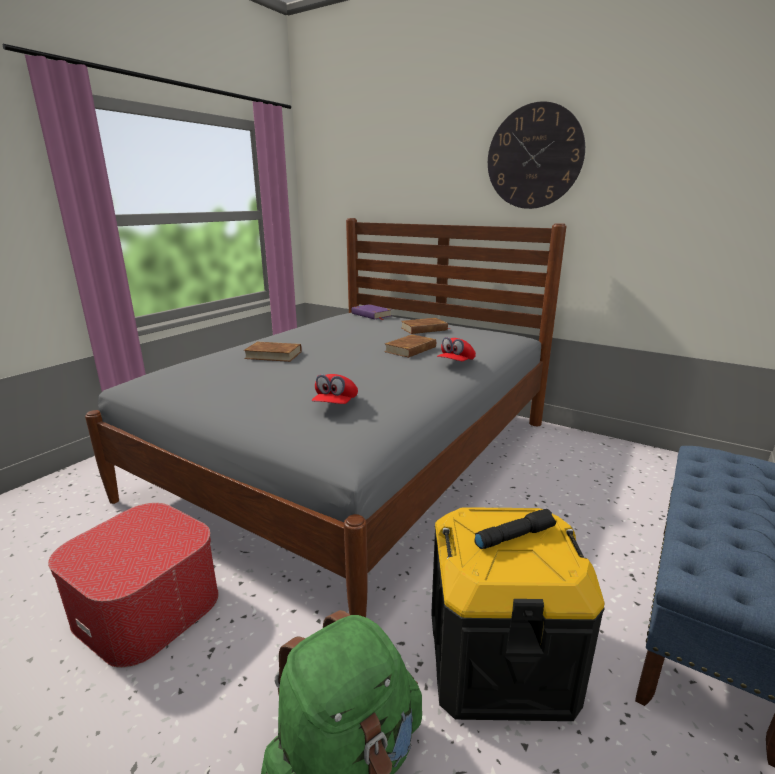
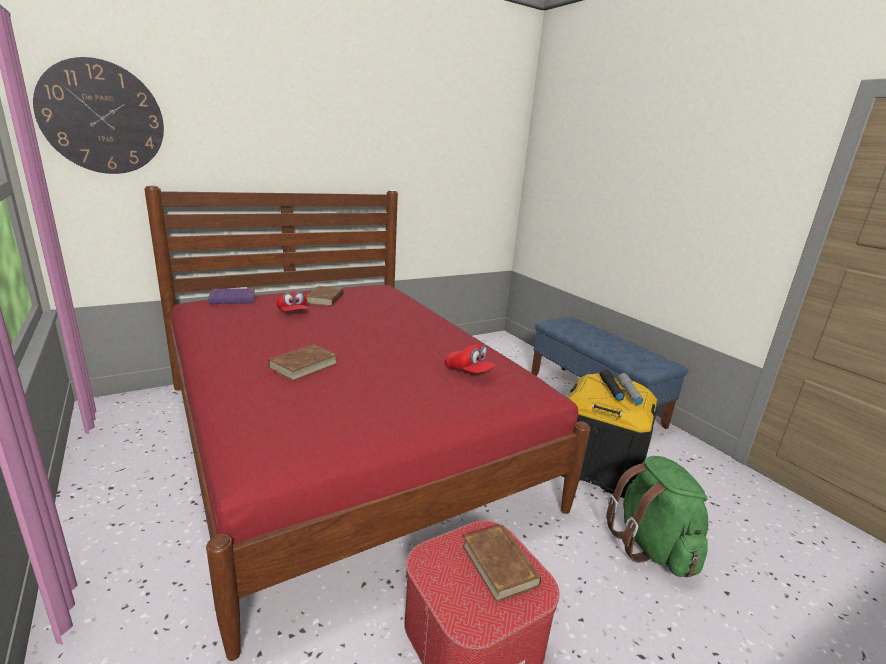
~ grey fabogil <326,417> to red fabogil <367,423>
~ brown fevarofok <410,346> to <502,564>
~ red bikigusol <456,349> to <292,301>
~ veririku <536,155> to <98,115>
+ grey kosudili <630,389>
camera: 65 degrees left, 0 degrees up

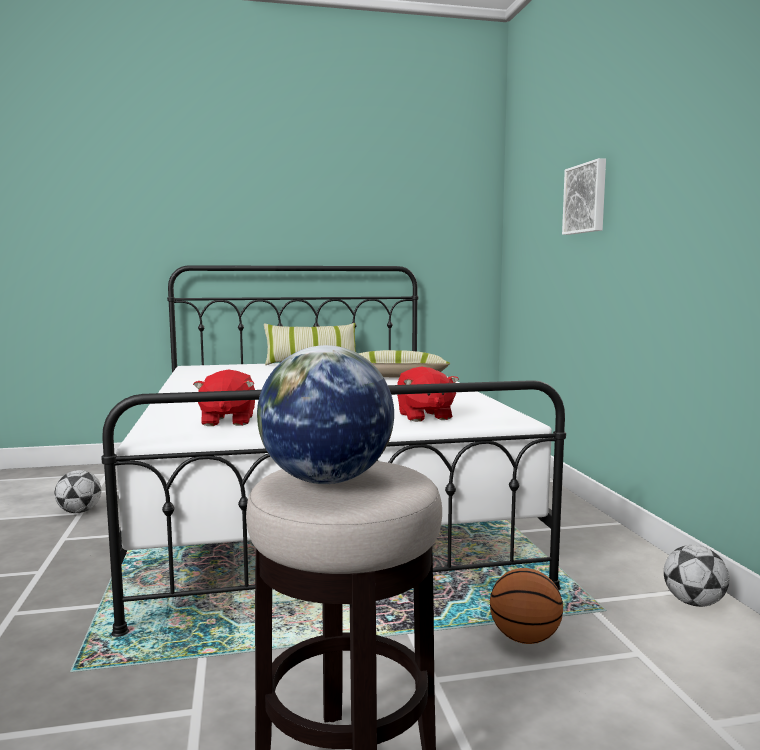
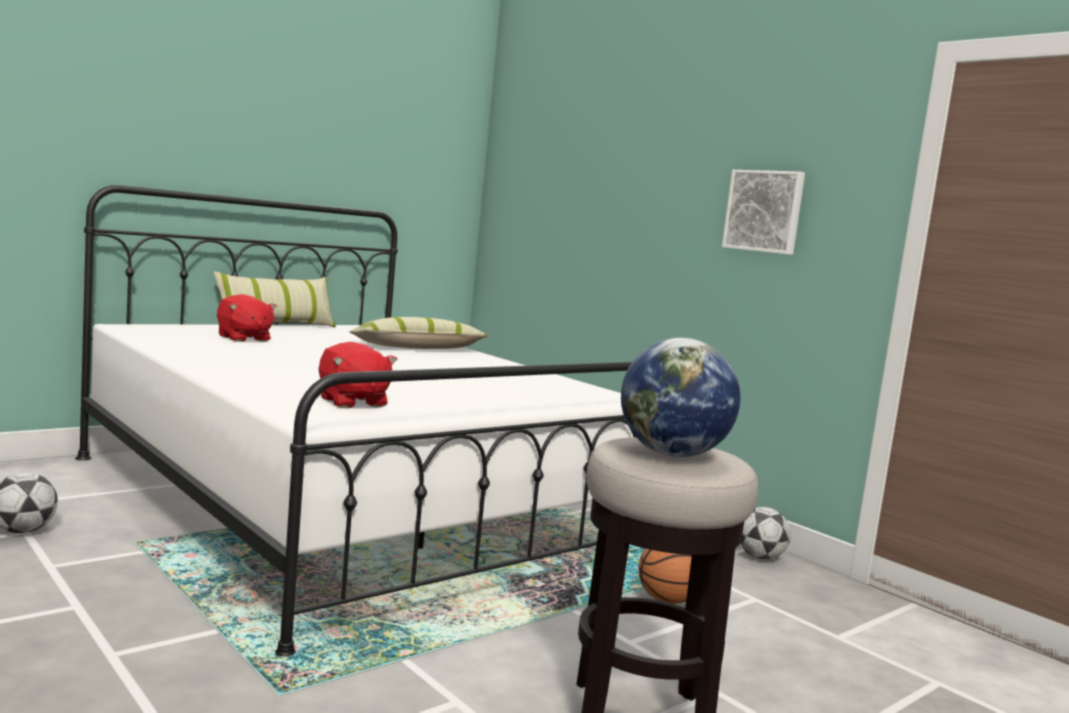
~ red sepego <428,394> to <247,318>
~ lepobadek <584,196> to <763,212>
camera: 30 degrees left, 0 degrees up

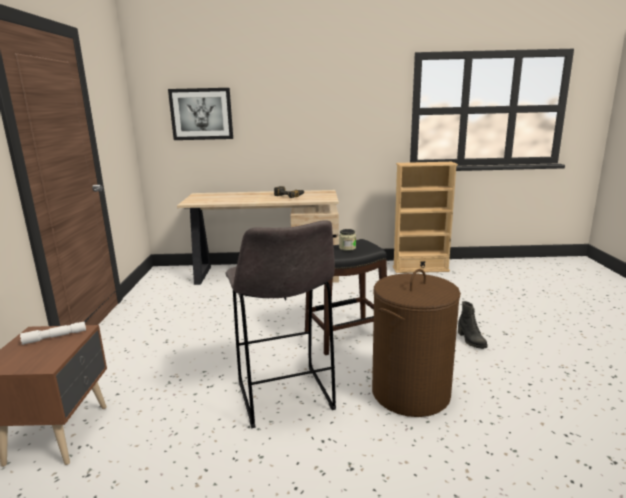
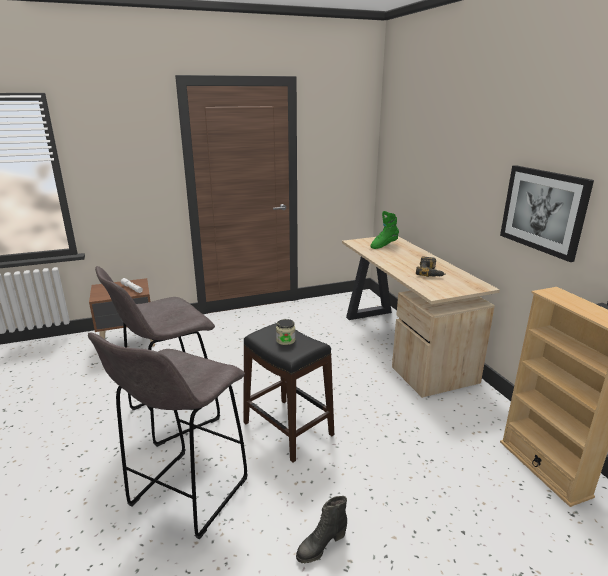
~ lepobadek <200,114> to <547,213>
~ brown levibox <416,343> to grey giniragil <168,435>
+ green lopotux <384,230>
camera: 70 degrees right, 5 degrees up

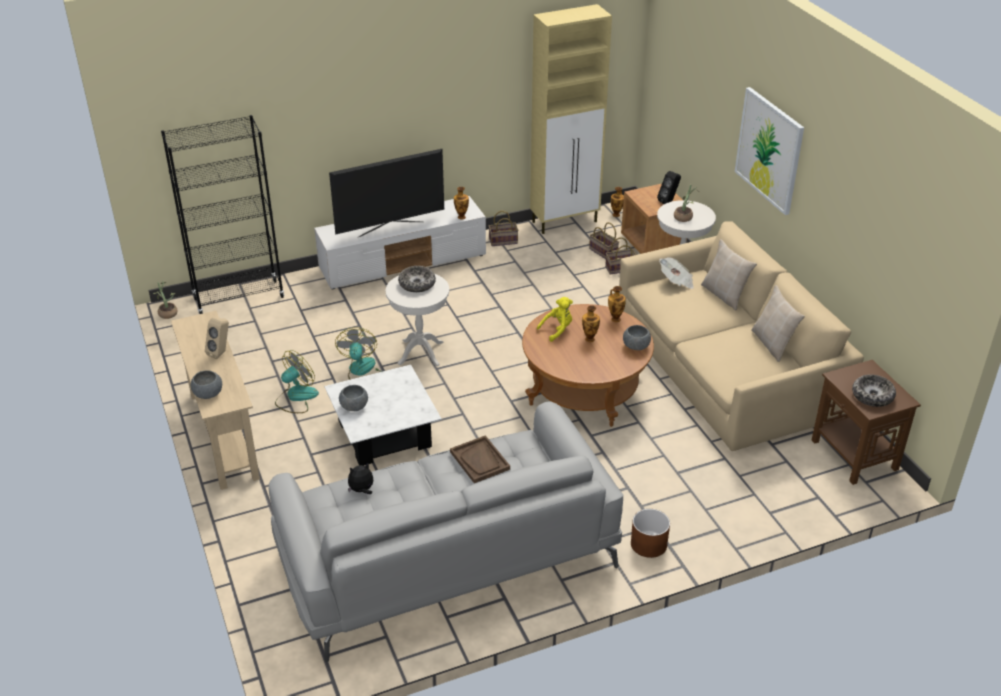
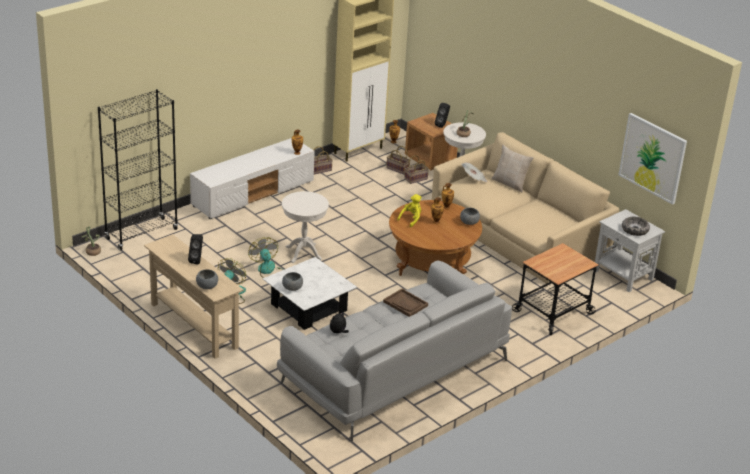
~ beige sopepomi <217,338> to black sopepomi <195,249>
- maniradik <386,193>
- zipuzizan <417,279>
- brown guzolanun <650,533>
~ lepobadek <769,151> to <653,159>
- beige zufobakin <778,323>
~ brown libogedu <866,422> to white libogedu <630,250>
+ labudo <555,289>
camera: 20 degrees left, 5 degrees down

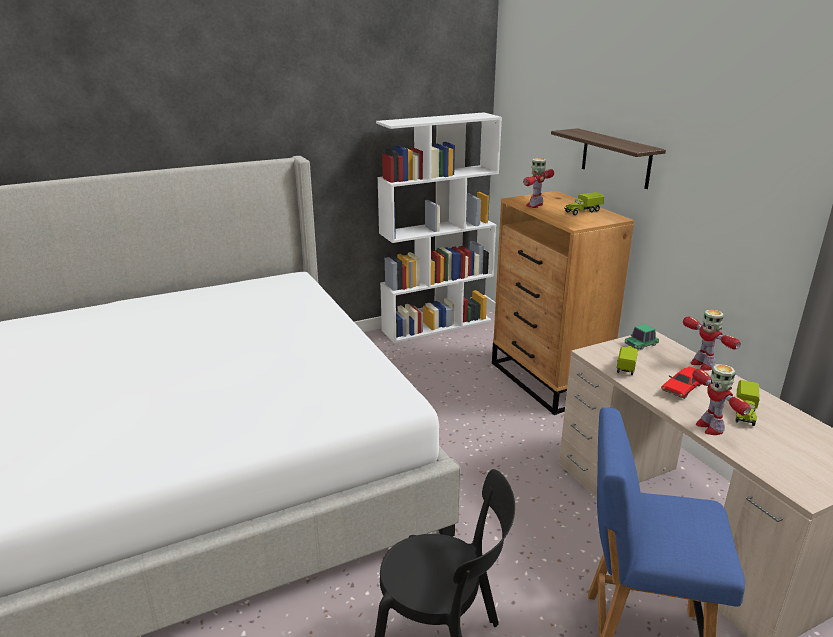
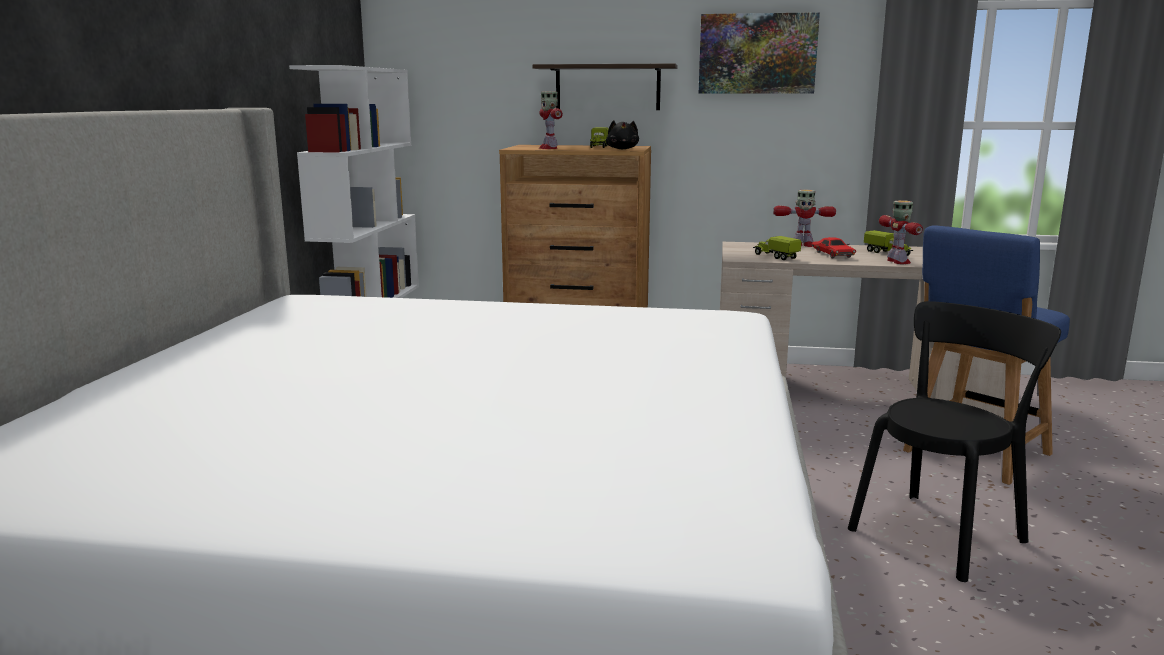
- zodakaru <642,337>
~ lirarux <721,399> = <901,232> 120 degrees counterclockwise
+ black sepego <622,134>
+ lepobadek <759,53>
camera: 55 degrees left, 10 degrees down

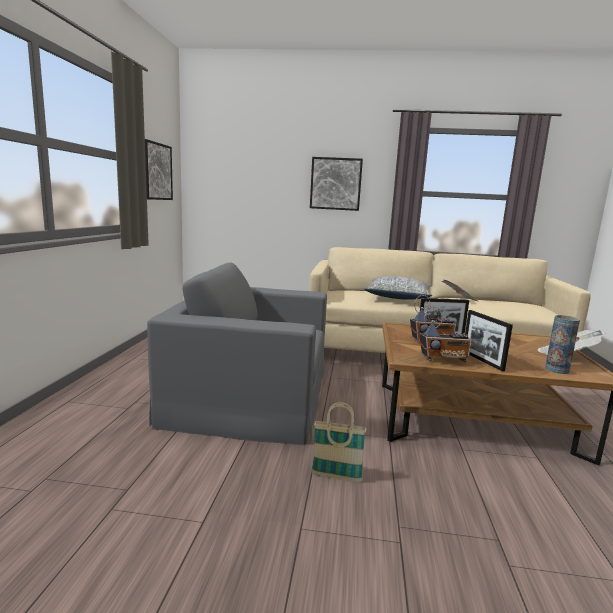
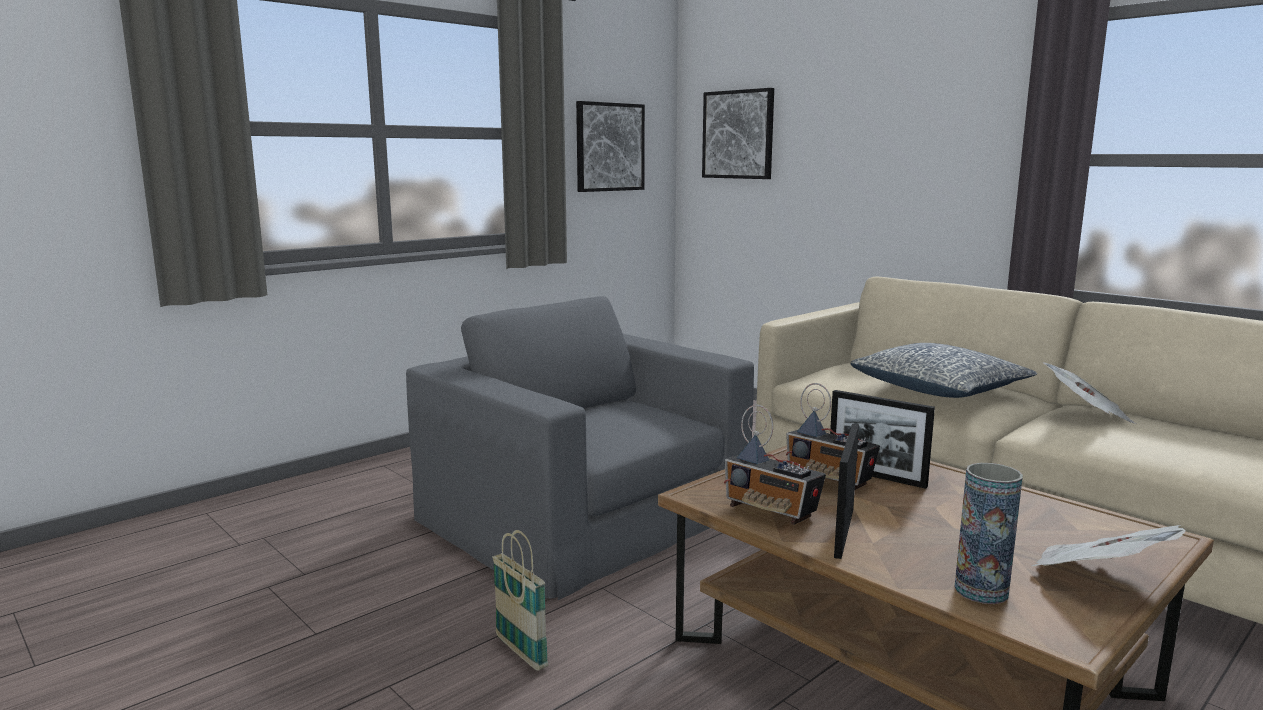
~ lepobadek <336,184> to <738,133>
camera: 40 degrees right, 0 degrees up

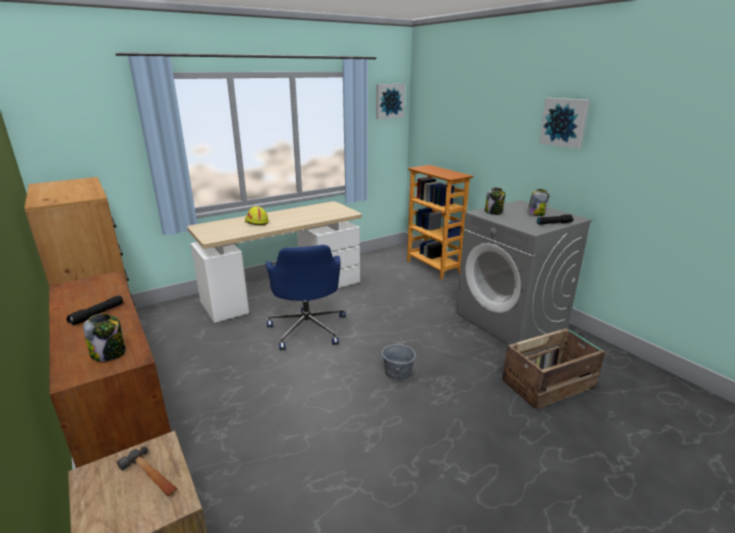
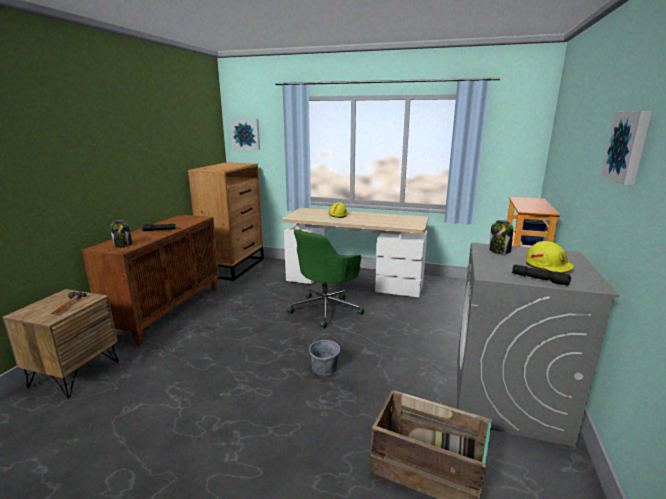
~ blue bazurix <305,297> to green bazurix <325,278>
~ lepobadek <390,101> to <245,134>
~ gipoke <539,202> to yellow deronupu <550,257>
camera: 50 degrees right, 5 degrees down

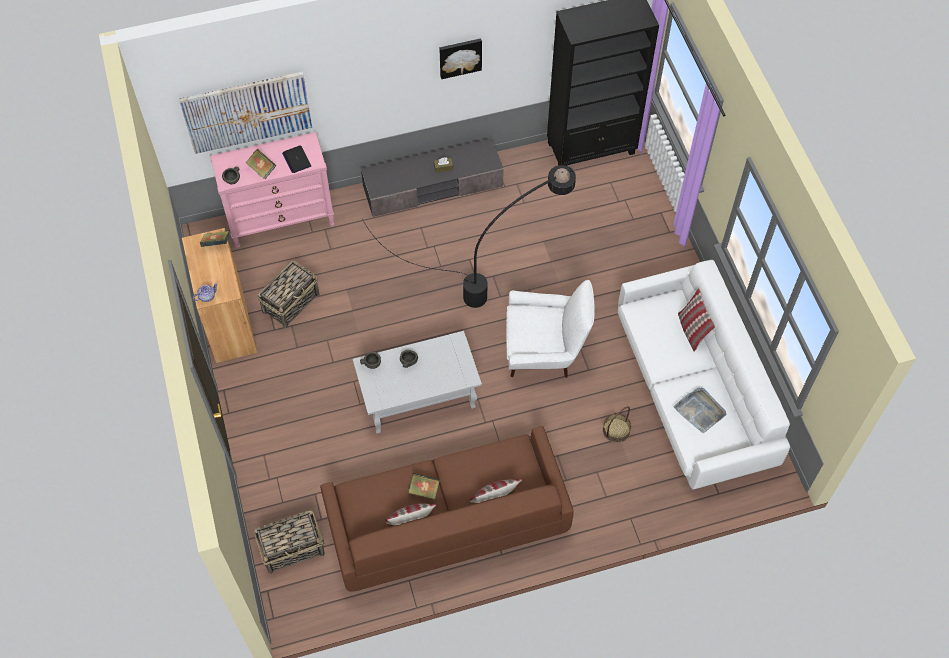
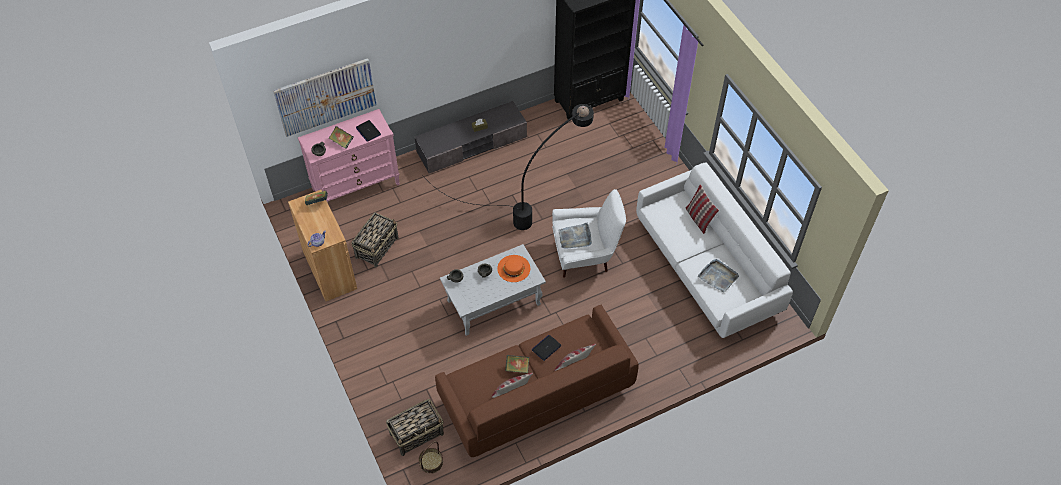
- lepobadek <460,58>
~ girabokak <617,424> to <430,457>
+ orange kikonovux <513,268>
+ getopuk <547,348>
+ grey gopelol <575,236>
camera: 10 degrees left, 5 degrees down

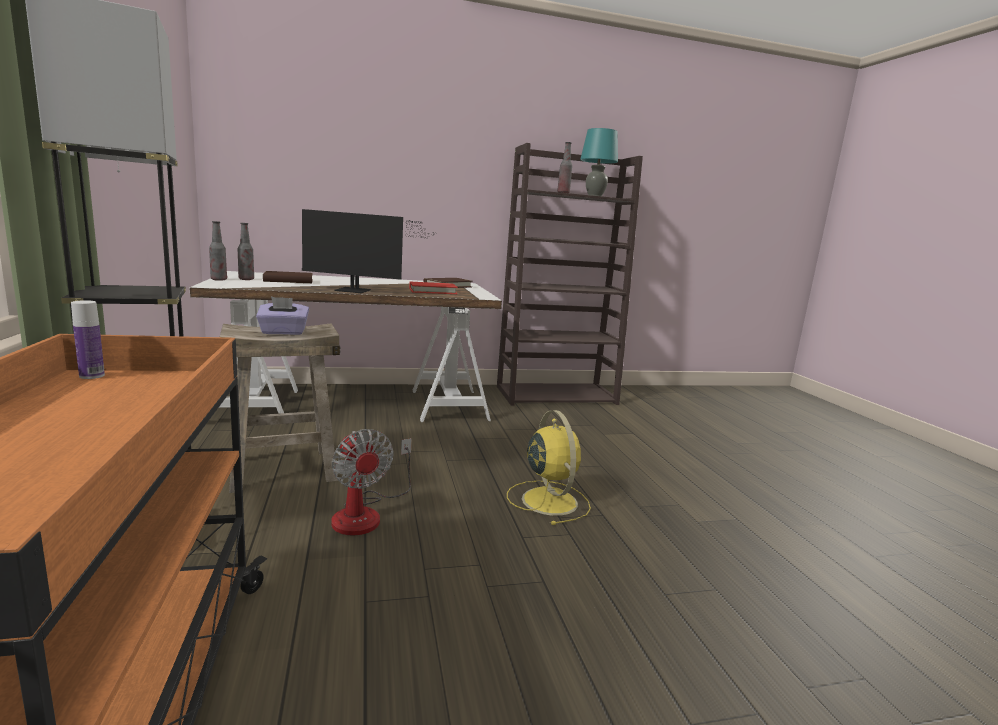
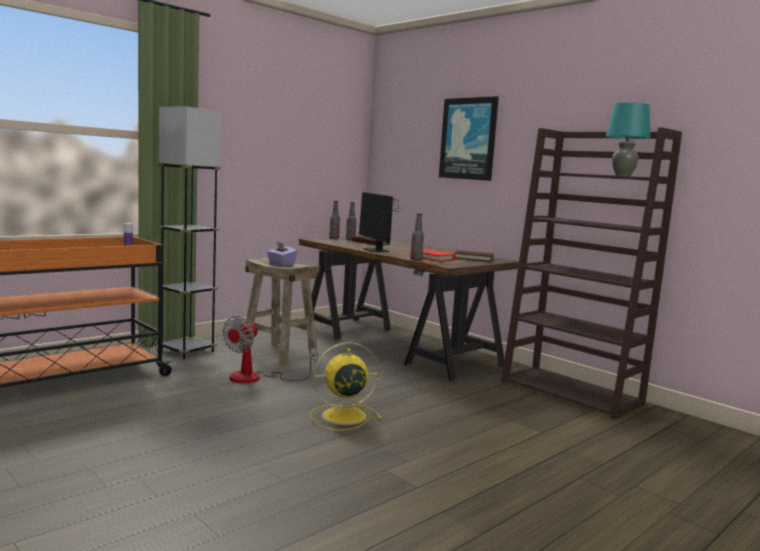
~ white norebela <346,346> to brown norebela <409,309>
~ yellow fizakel <549,467> = <345,386> 150 degrees counterclockwise
~ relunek <564,167> to <417,236>
+ lepobadek <469,138>
camera: 60 degrees right, 5 degrees down

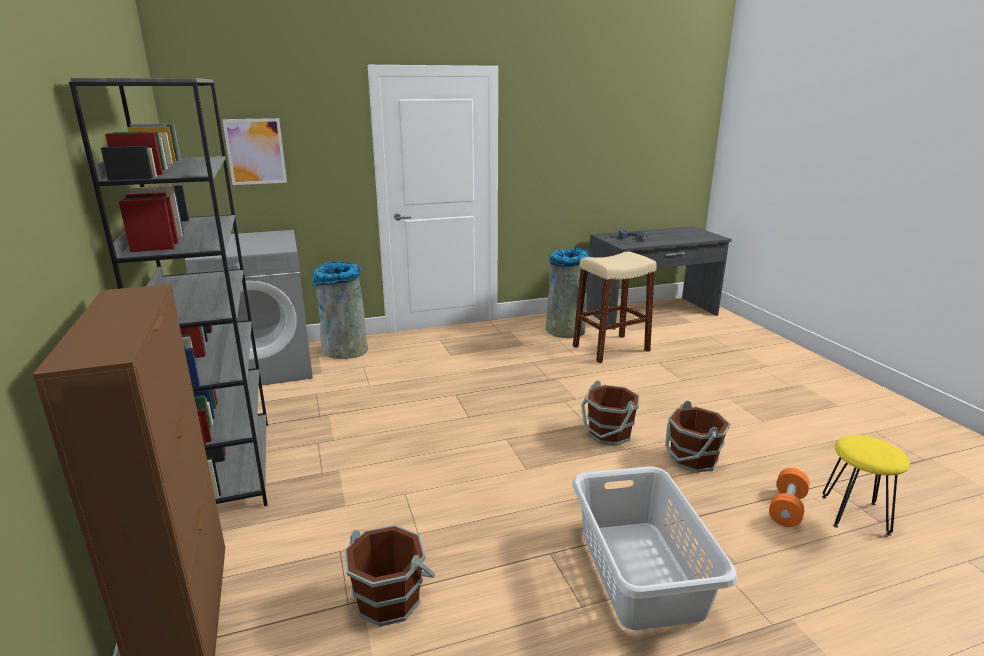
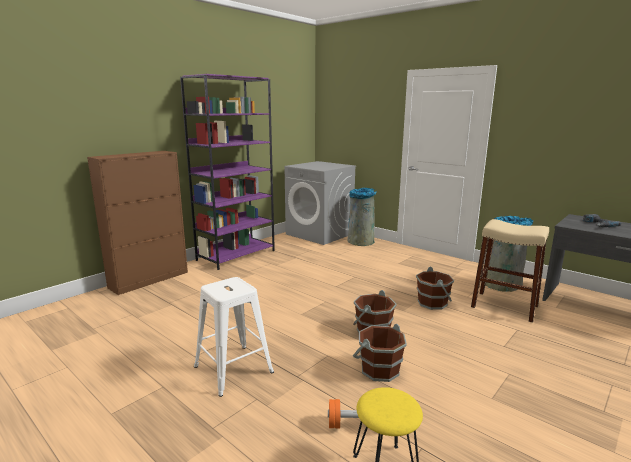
~ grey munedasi <168,292> to purple munedasi <227,172>
- lepobadek <254,151>
~ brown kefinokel <390,576> to <435,288>
~ grey levibox <654,548> to white giniragil <234,337>
camera: 60 degrees right, 5 degrees down

